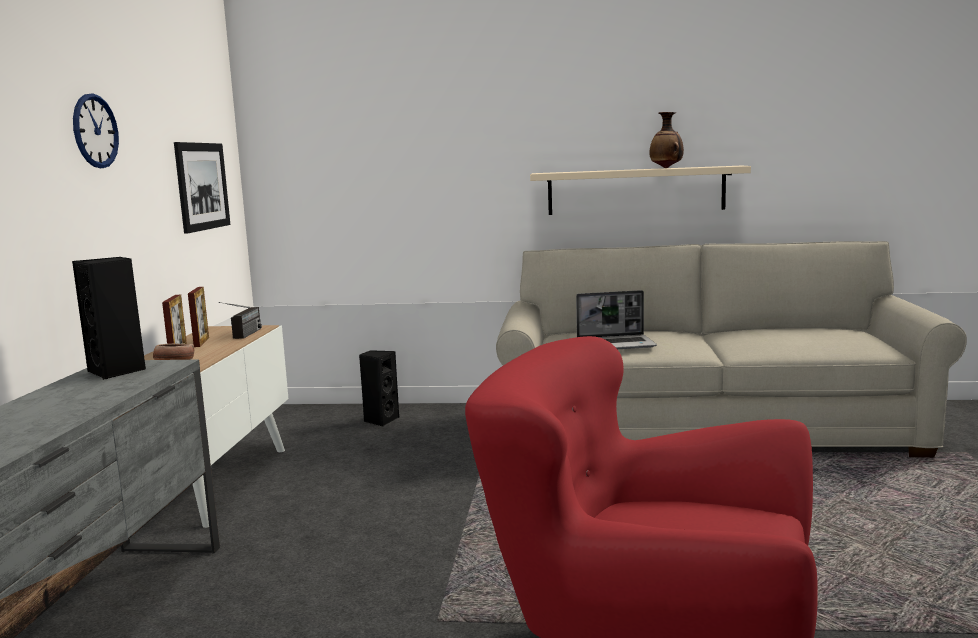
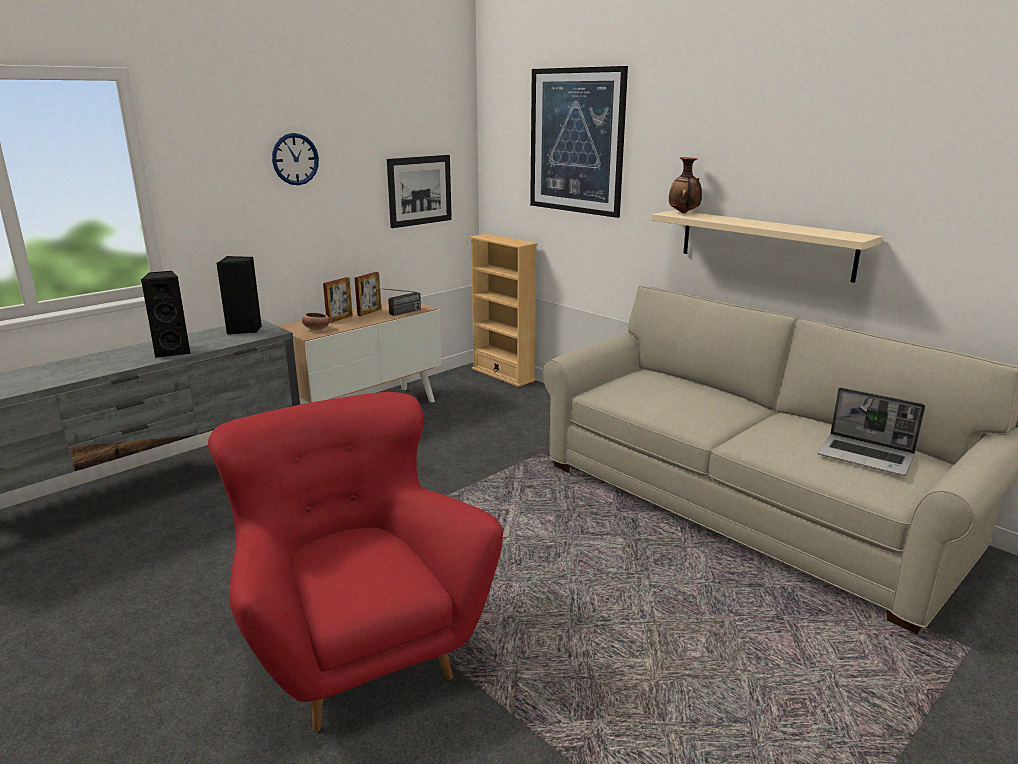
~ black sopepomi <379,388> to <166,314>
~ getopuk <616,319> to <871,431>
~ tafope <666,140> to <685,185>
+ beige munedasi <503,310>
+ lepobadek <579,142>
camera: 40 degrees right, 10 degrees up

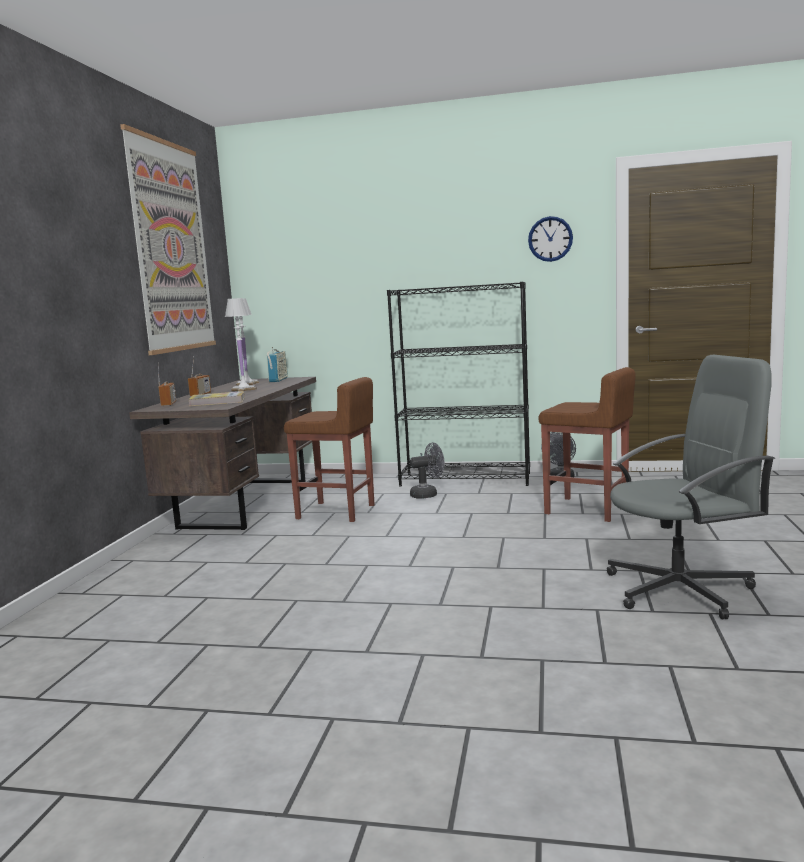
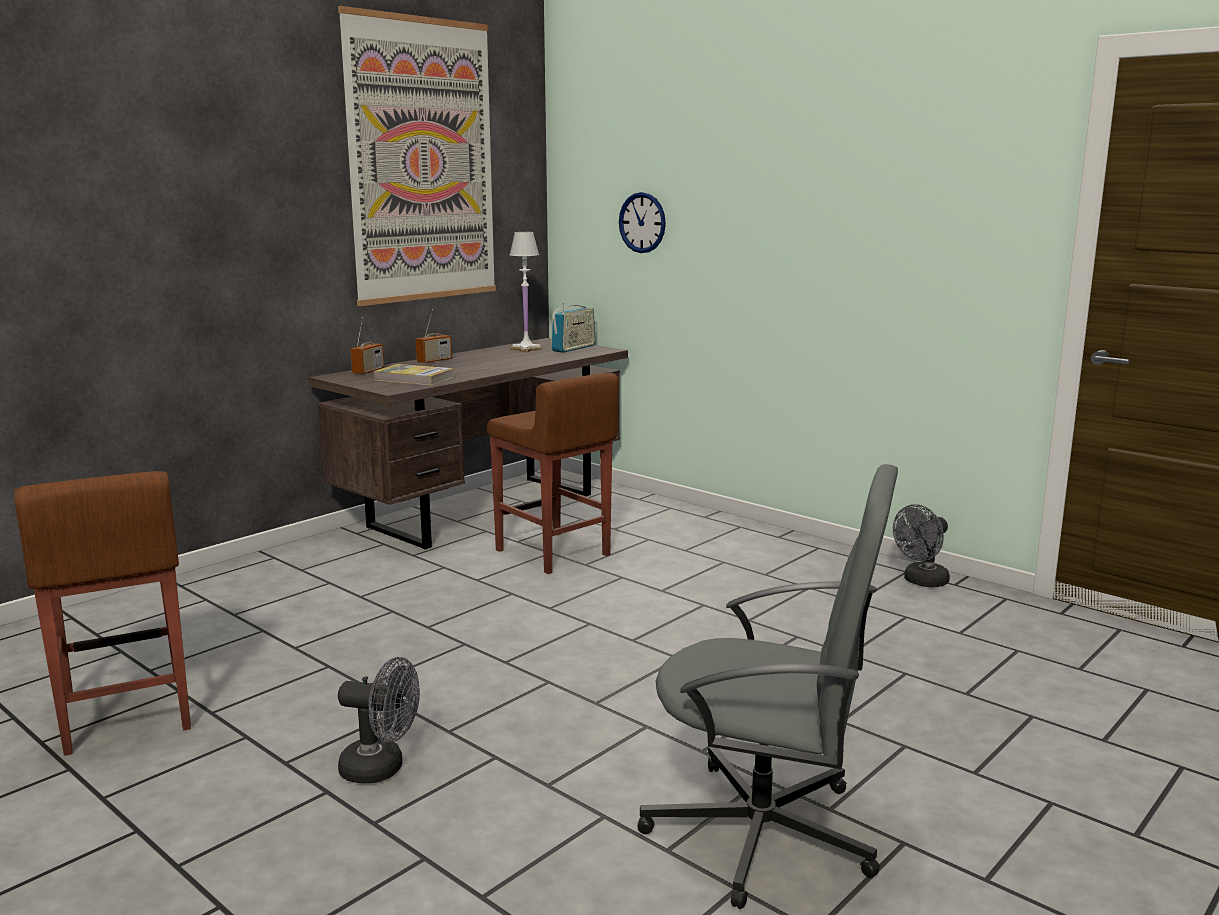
- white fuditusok <241,345>
- black munedasi <458,384>
~ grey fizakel <427,470> to <379,720>
~ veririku <550,239> to <642,222>
~ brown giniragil <587,444> to <102,613>
camera: 30 degrees right, 5 degrees up

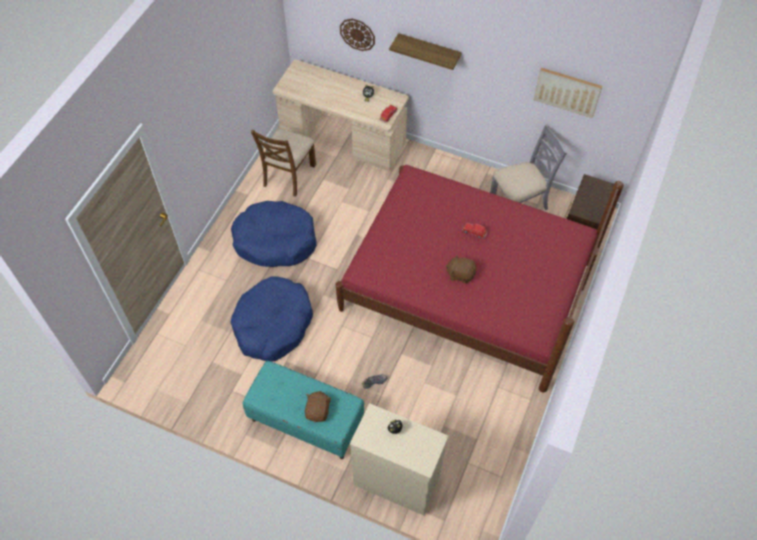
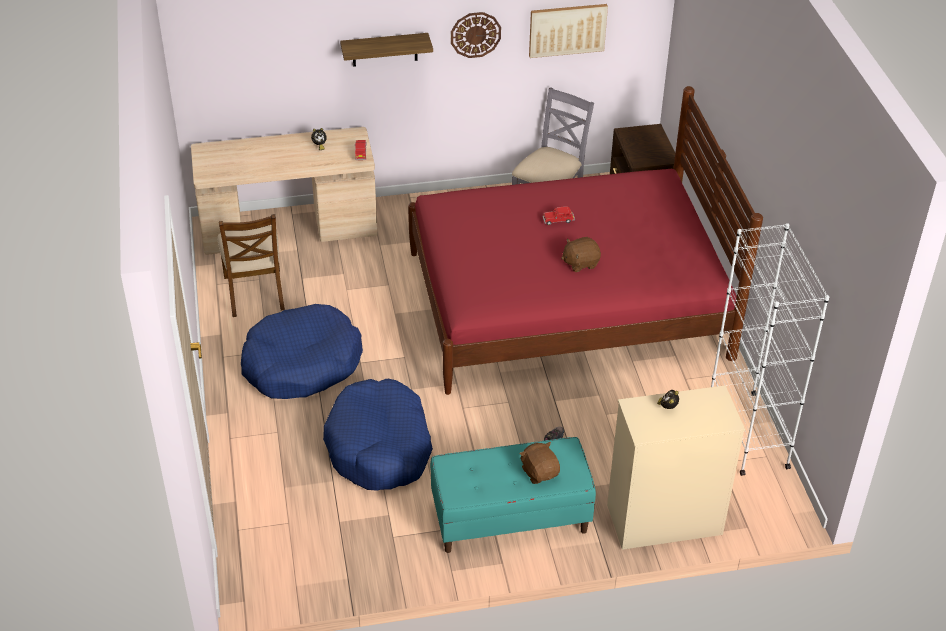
~ veririku <357,35> to <476,35>
+ white munedasi <770,349>
camera: 35 degrees left, 15 degrees down

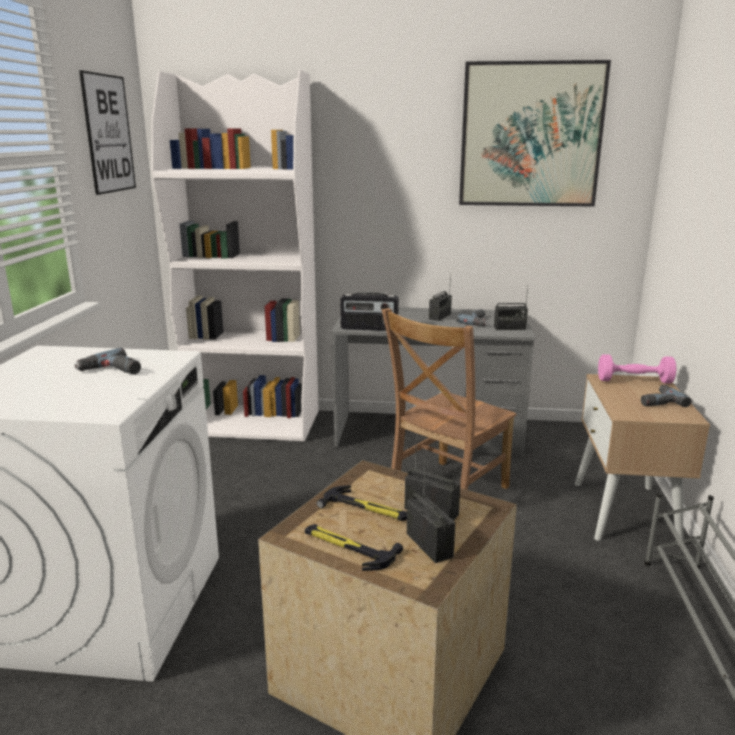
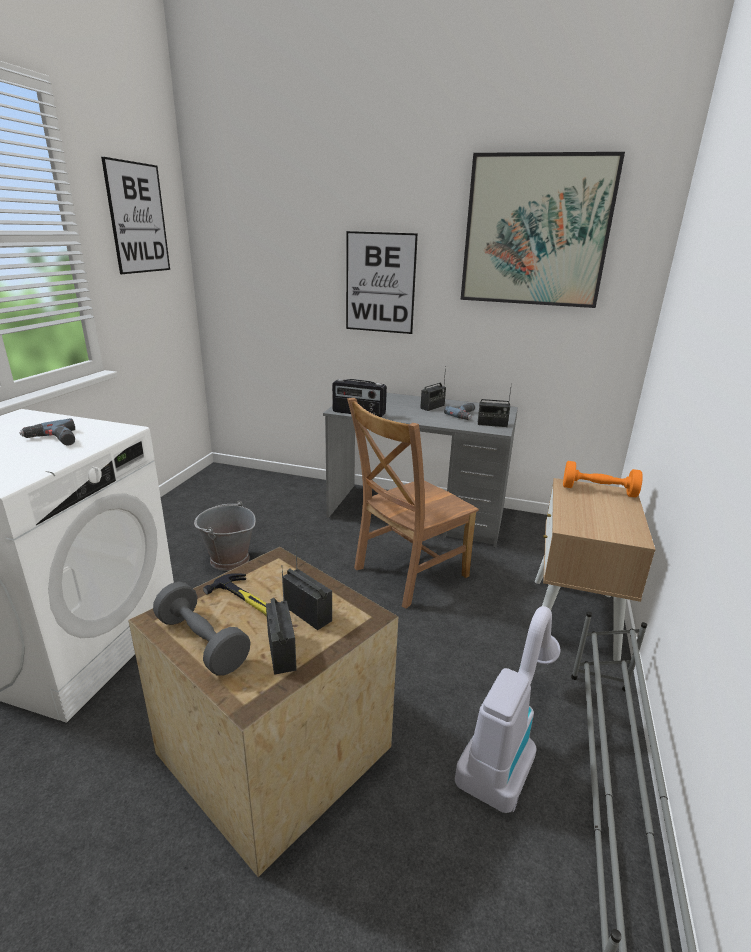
- white munedasi <235,256>
~ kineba <354,547> to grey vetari <202,629>
~ pink vetari <637,369> to orange vetari <603,479>
- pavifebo <666,396>
+ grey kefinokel <225,535>
+ lepobadek <382,282>
+ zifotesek <507,709>
camera: 10 degrees right, 5 degrees up

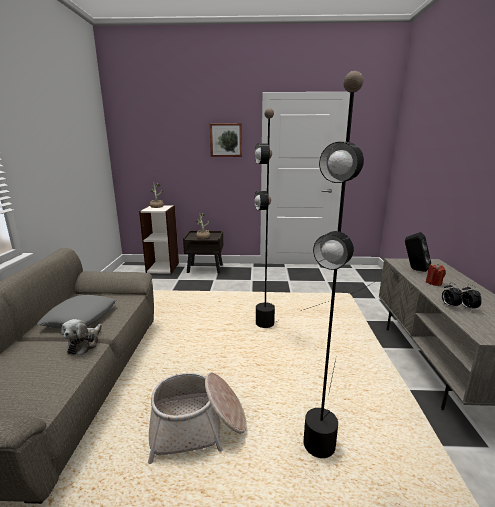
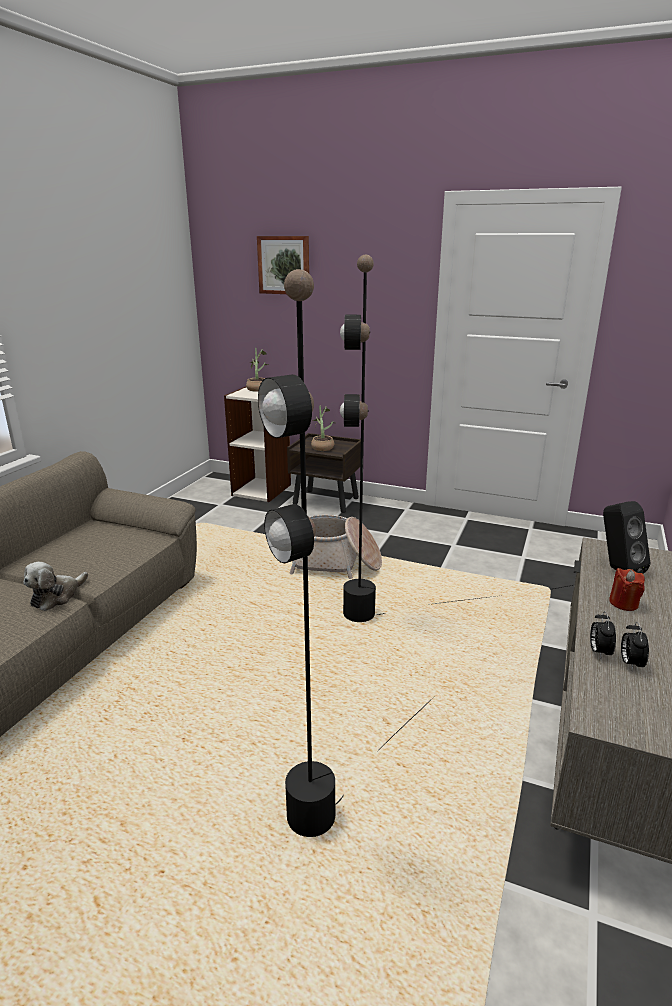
- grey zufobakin <76,312>
~ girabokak <197,418> to <336,547>
~ lepobadek <226,140> to <283,265>
camera: 20 degrees right, 5 degrees up

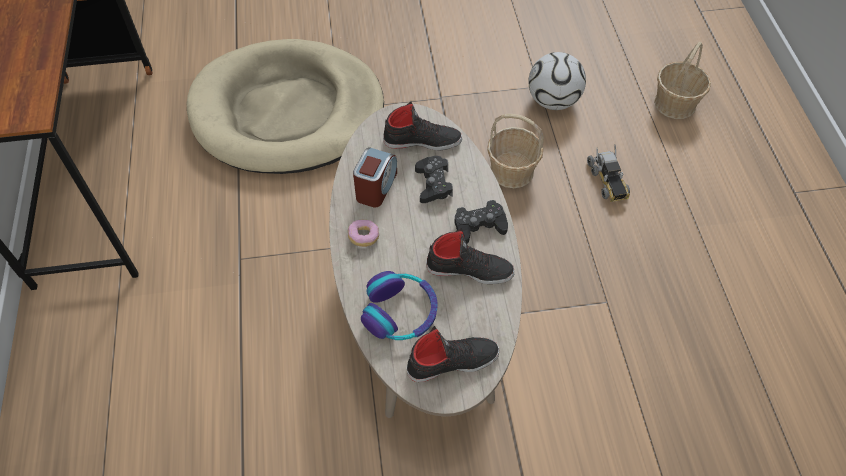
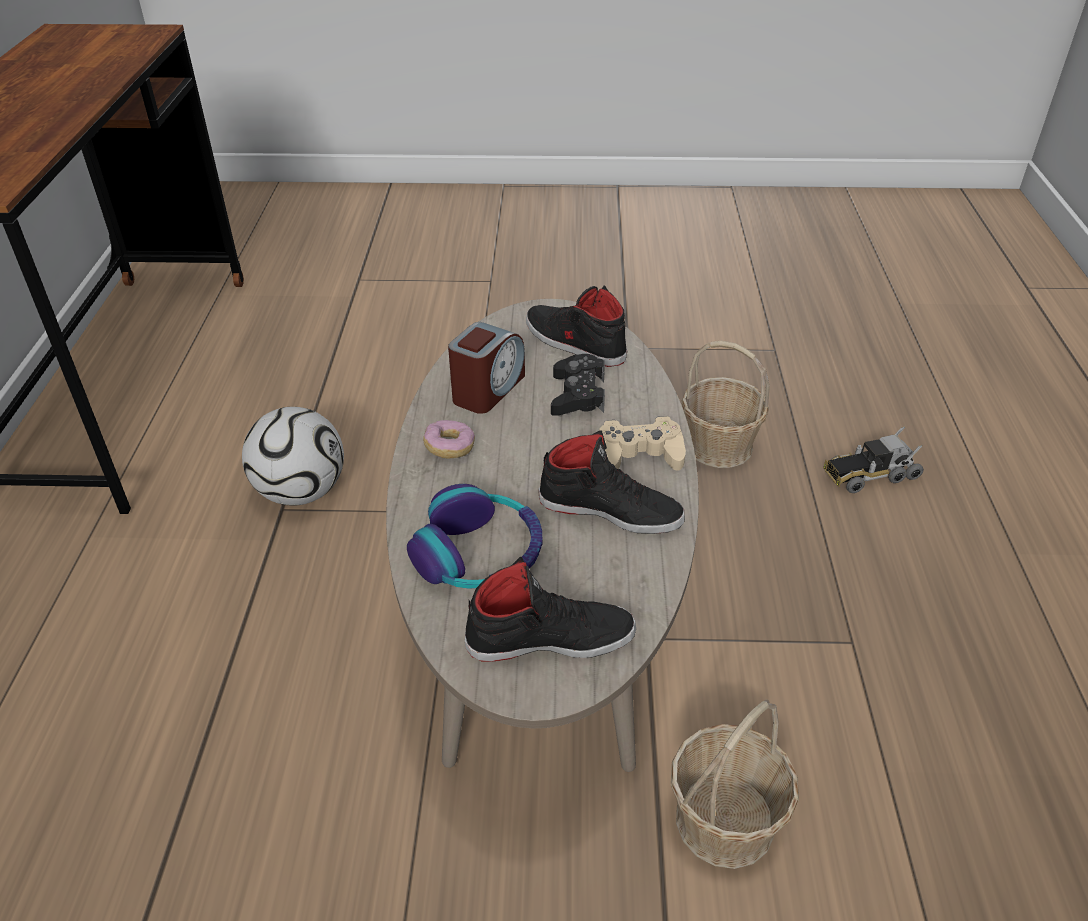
- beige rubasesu <285,106>
~ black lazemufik <422,126> = <576,326> 150 degrees counterclockwise
~ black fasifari <481,221> to beige fasifari <642,443>
~ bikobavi <557,81> to <293,456>
~ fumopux <608,173> = <873,460> 75 degrees clockwise
~ girabokak <682,80> to <735,784>
camera: 10 degrees right, 15 degrees down

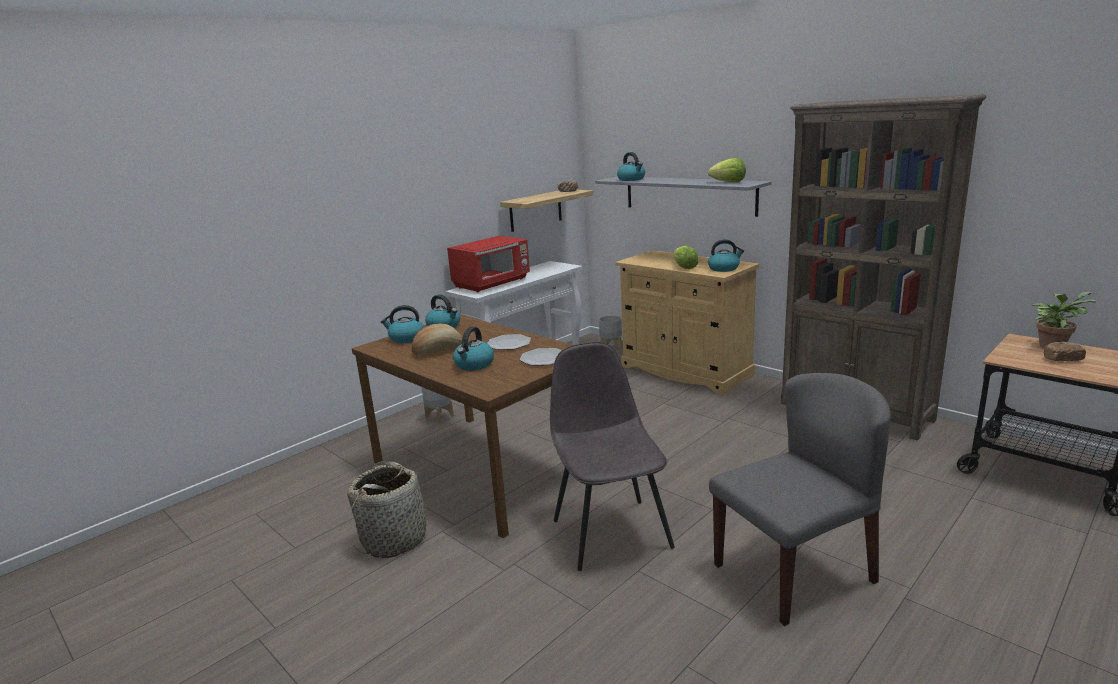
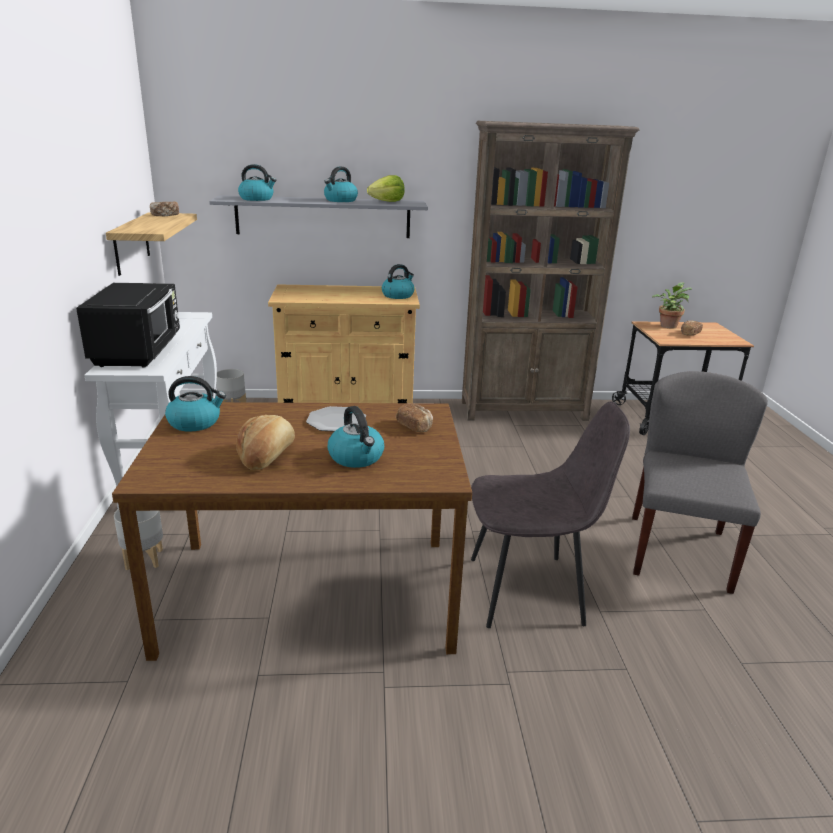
- girabokak <390,509>
~ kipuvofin <402,324> to <341,184>
~ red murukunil <488,264> to black murukunil <128,325>
~ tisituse <541,357> to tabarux <414,417>
~ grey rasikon <612,456> = <550,514> 150 degrees clockwise
- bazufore <685,257>
camera: 50 degrees left, 5 degrees up

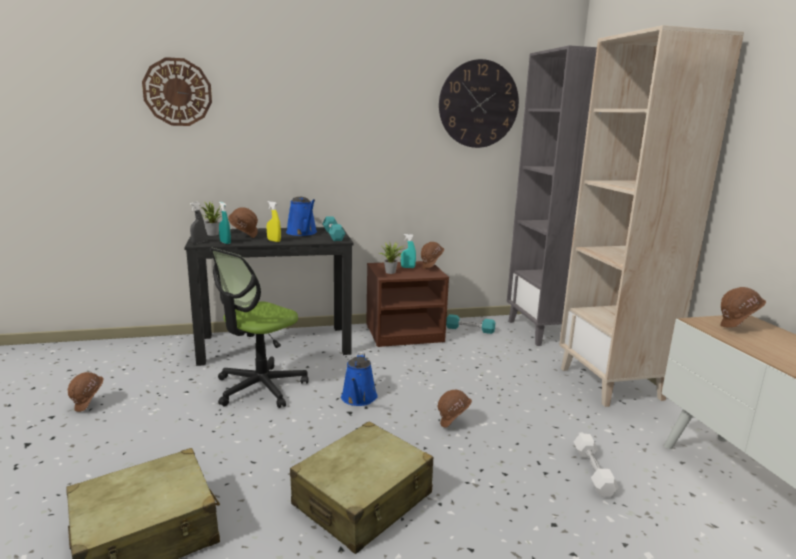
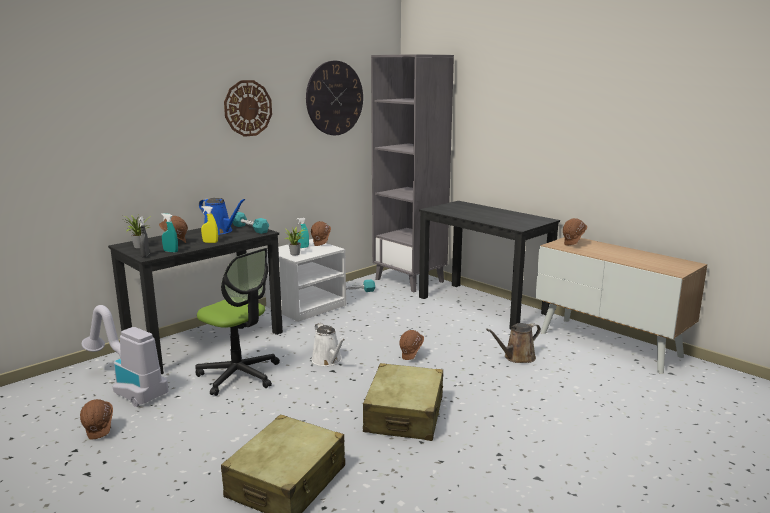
~ veririku <177,91> to <248,108>
~ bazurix <259,328> = <237,322> 60 degrees counterclockwise
~ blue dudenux <359,379> to white dudenux <328,344>
~ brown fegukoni <407,304> to white fegukoni <305,280>
~ beige munedasi <651,216> to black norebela <489,265>
~ white vetari <596,465> to brown dudenux <513,343>
+ zifotesek <125,356>
camera: 30 degrees left, 0 degrees up

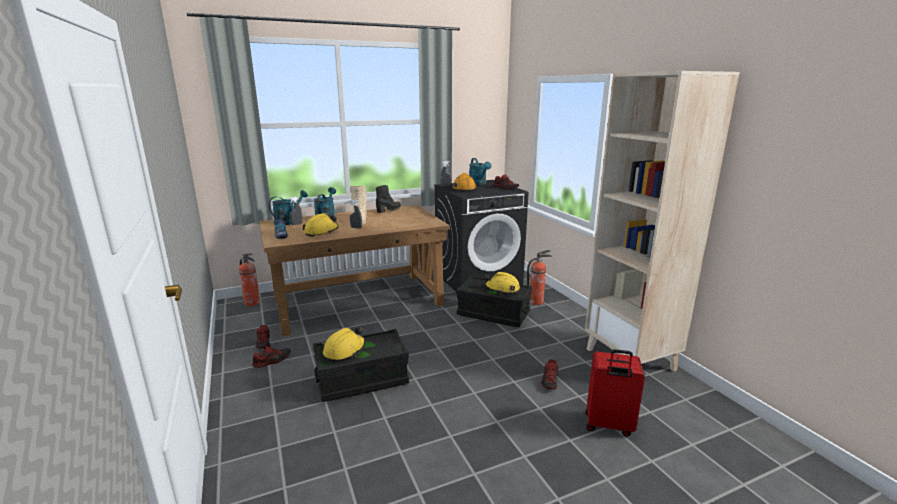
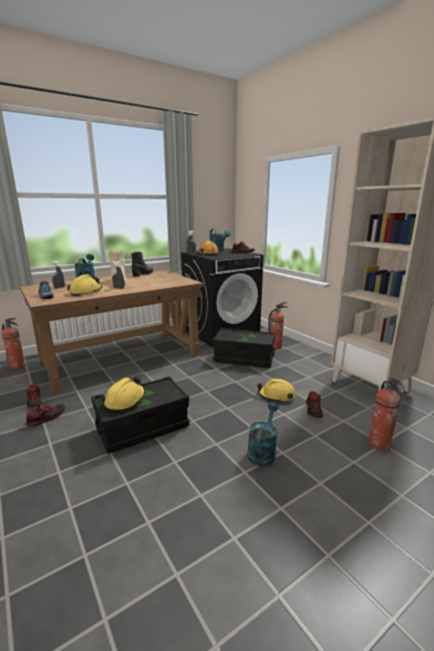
~ turquoise dudenux <288,207> to <263,434>
~ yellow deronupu <502,283> to <276,390>
~ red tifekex <615,393> to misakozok <385,414>
camera: 10 degrees left, 0 degrees up

